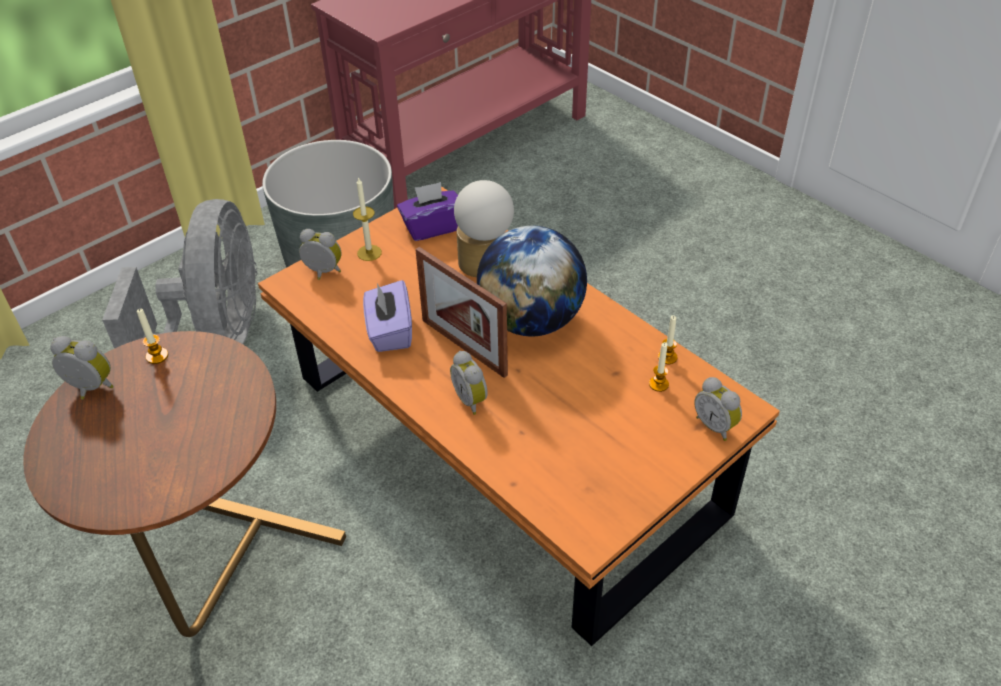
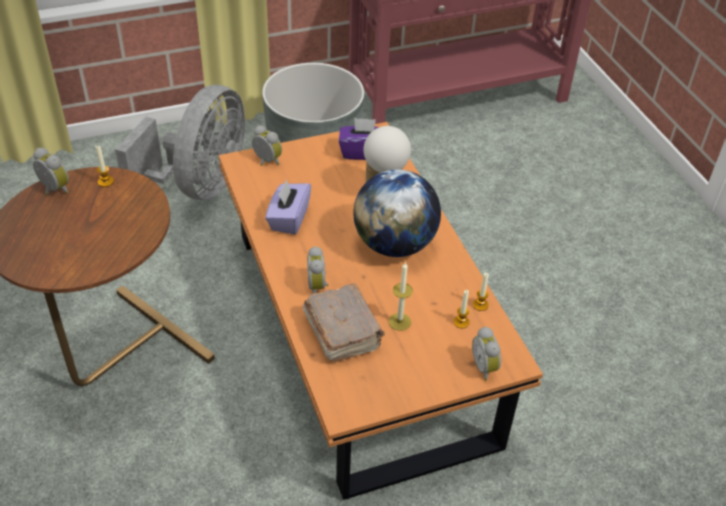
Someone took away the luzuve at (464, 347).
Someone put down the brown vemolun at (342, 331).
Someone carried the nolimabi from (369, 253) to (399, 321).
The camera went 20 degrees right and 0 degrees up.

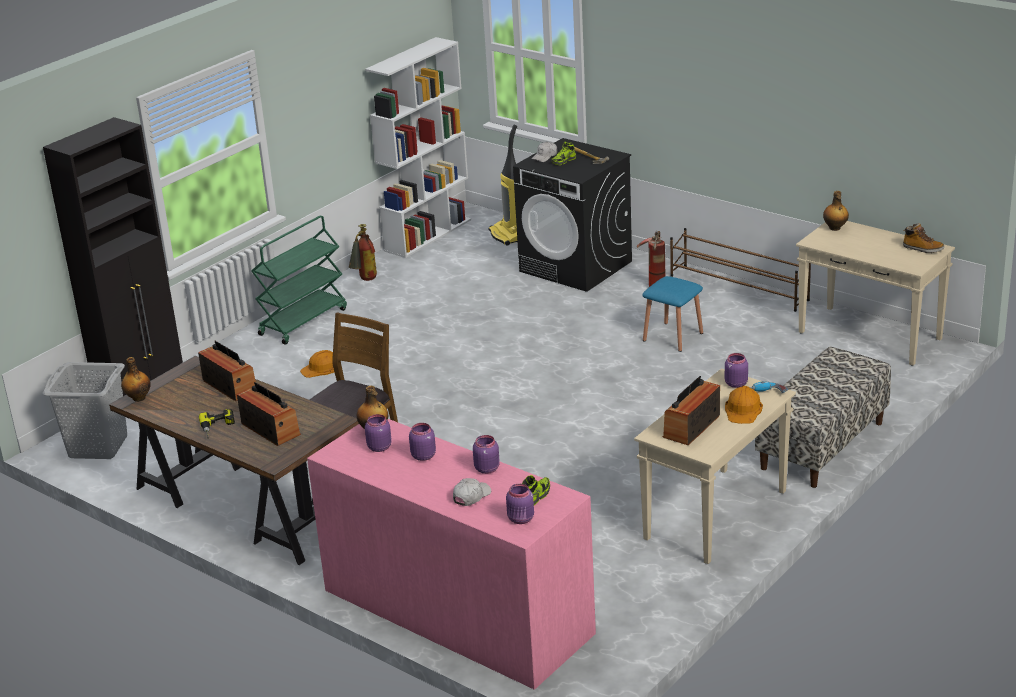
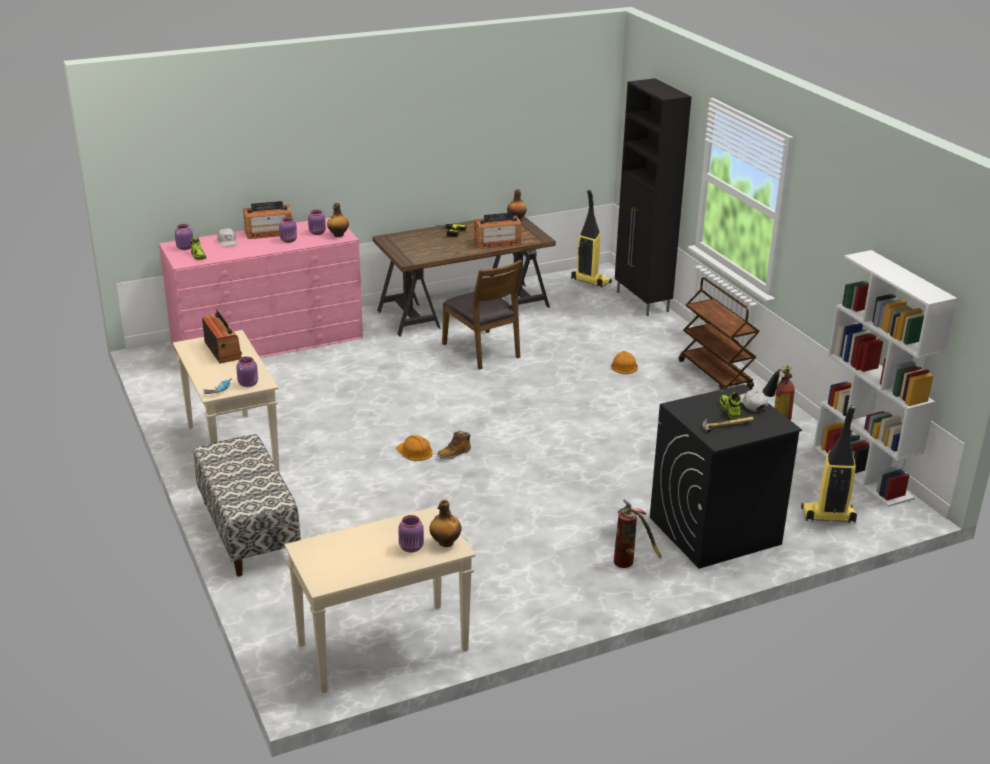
Someone took away the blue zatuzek at (673, 337).
Someone took away the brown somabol at (739, 288).
Someone carried the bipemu from (271, 429) to (268, 233).
Someone carried the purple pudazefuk from (487, 468) to (411, 548).
Someone carried the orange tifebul from (743, 410) to (414, 451).
Someone carried the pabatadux from (922, 249) to (454, 454).
Someone swapped the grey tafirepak at (98, 447) for the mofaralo at (590, 281).
Someone repainted the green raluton at (303, 321), which became the brown raluton at (715, 375).
The camera went 115 degrees right and 0 degrees up.

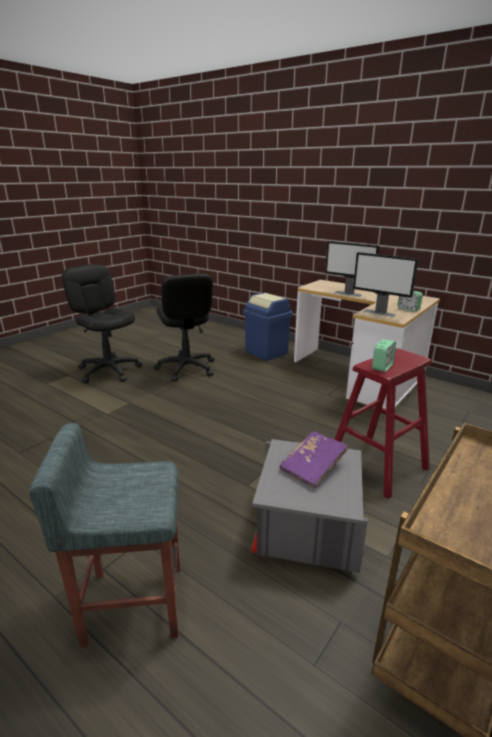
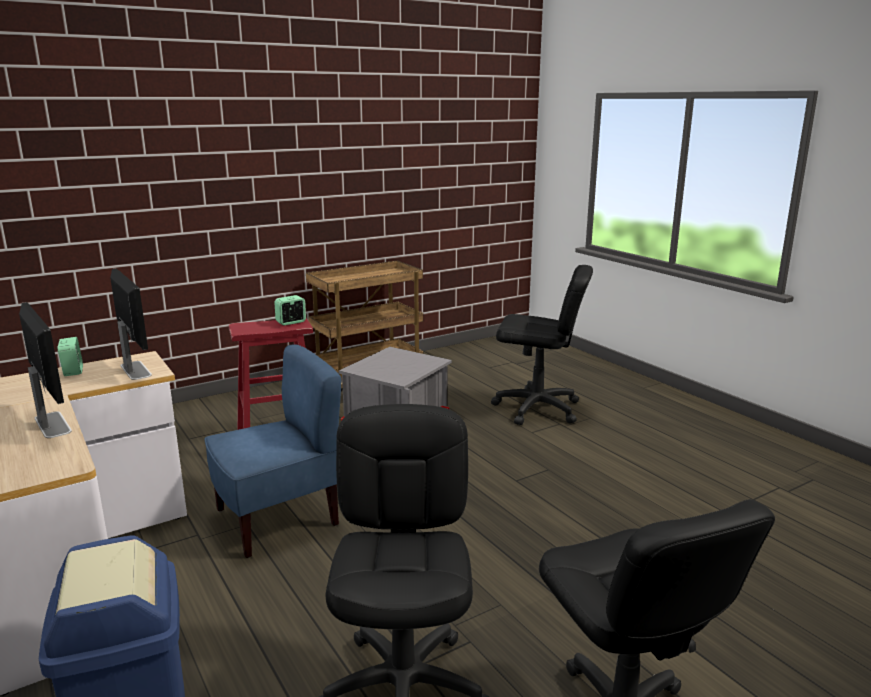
Someone took away the purple vemolun at (313, 467).
Someone put down the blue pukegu at (278, 519).
Someone swapped the grey zatuzek at (132, 603) for the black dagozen at (537, 408).
The camera went 160 degrees left and 5 degrees down.

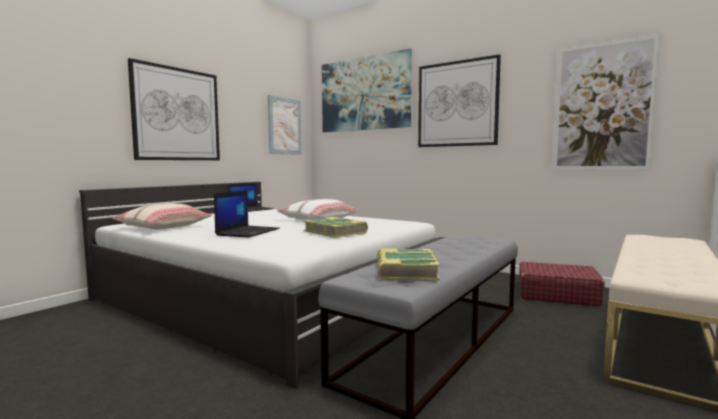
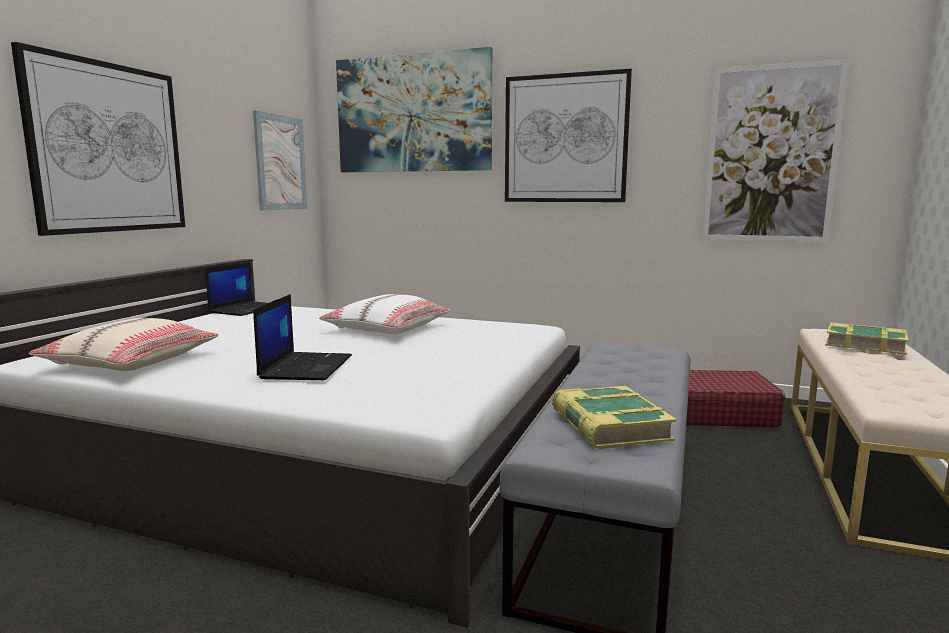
Someone carried the vemolun from (335, 232) to (865, 345).
The camera went 15 degrees left and 5 degrees up.

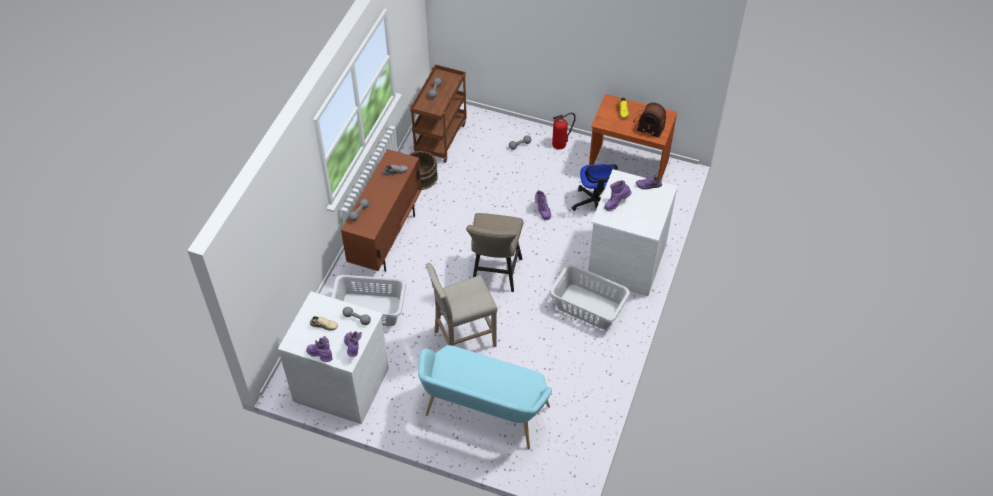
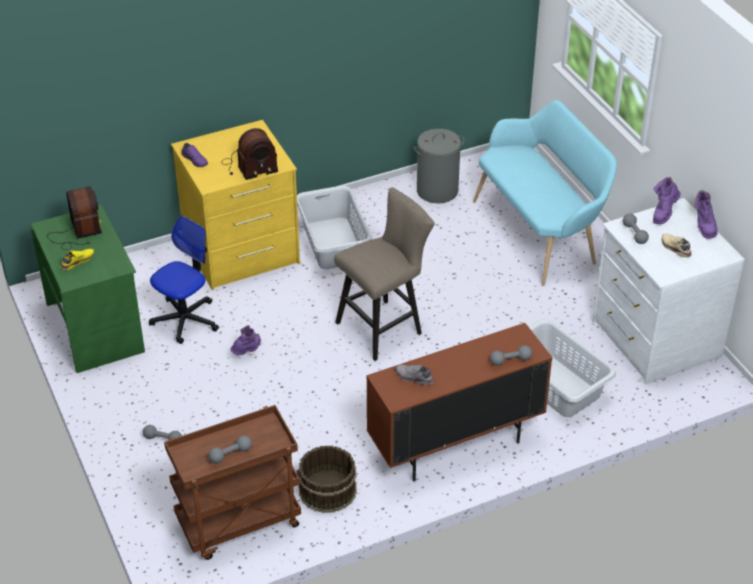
Someone took away the beige zatuzek at (463, 338).
Someone took away the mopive at (560, 143).
Someone put down the grey tafirepak at (437, 190).
Someone swapped the purple pabatadux at (616, 203) for the bipemu at (249, 166).
Someone repainted the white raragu at (625, 261), which became the yellow raragu at (241, 253).
Someone repainted the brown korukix at (628, 168), which became the green korukix at (96, 327).
The camera went 135 degrees left and 10 degrees down.

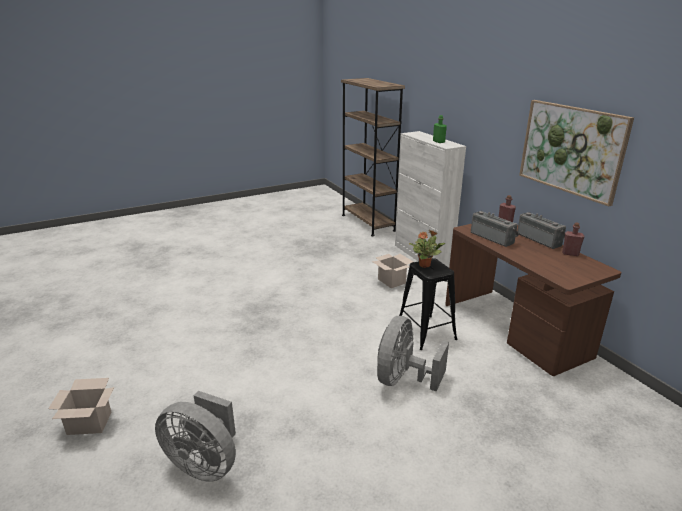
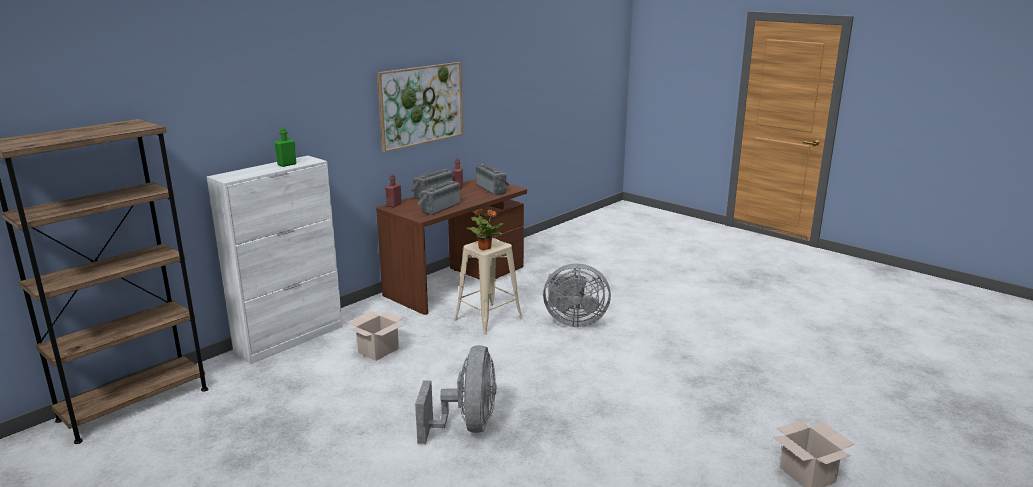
Someone put down the bipemu at (493, 189).
Someone carried the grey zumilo from (205, 464) to (467, 426).
Someone repainted the black zatuzek at (425, 332), which became the beige zatuzek at (488, 319).
The camera went 110 degrees left and 5 degrees down.

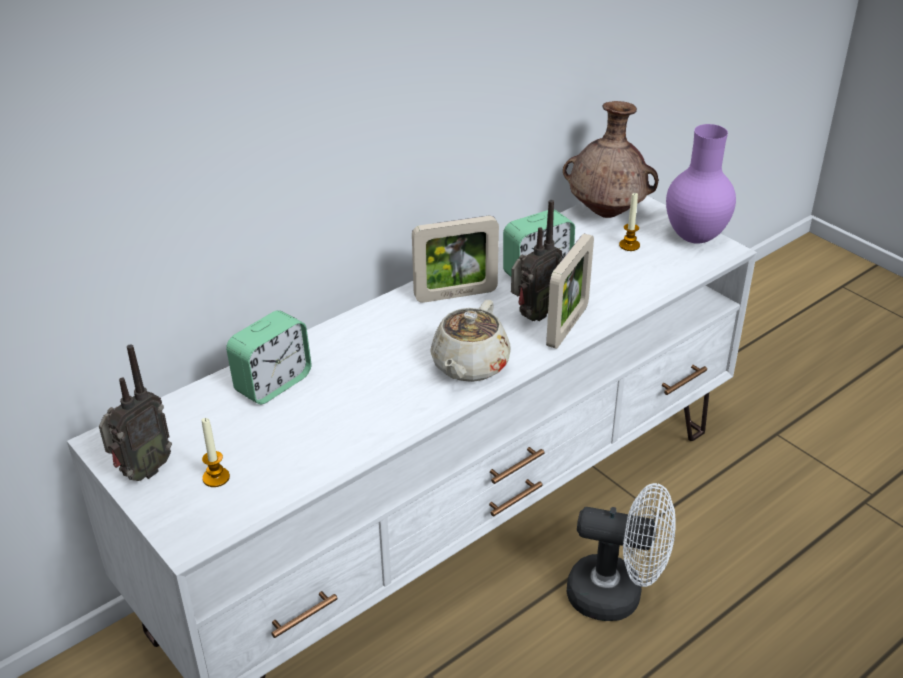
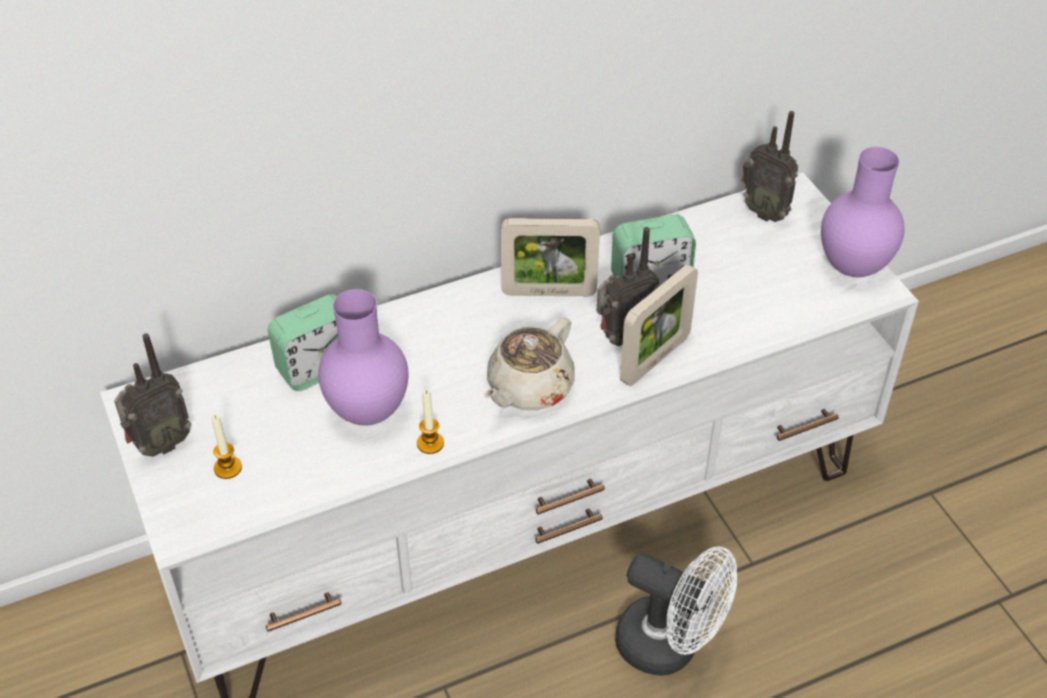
Someone put down the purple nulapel at (368, 410).
Someone carried the nolimabi from (629, 245) to (430, 443).
Someone swapped the brown nulapel at (607, 213) for the bipemu at (765, 212).
The camera went 15 degrees right and 10 degrees up.

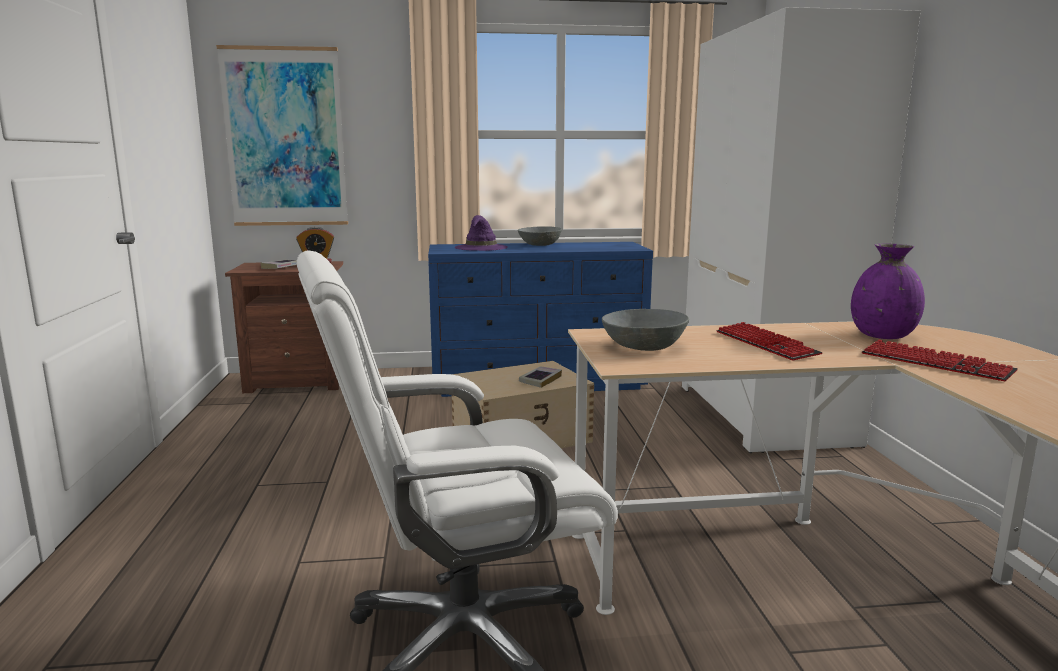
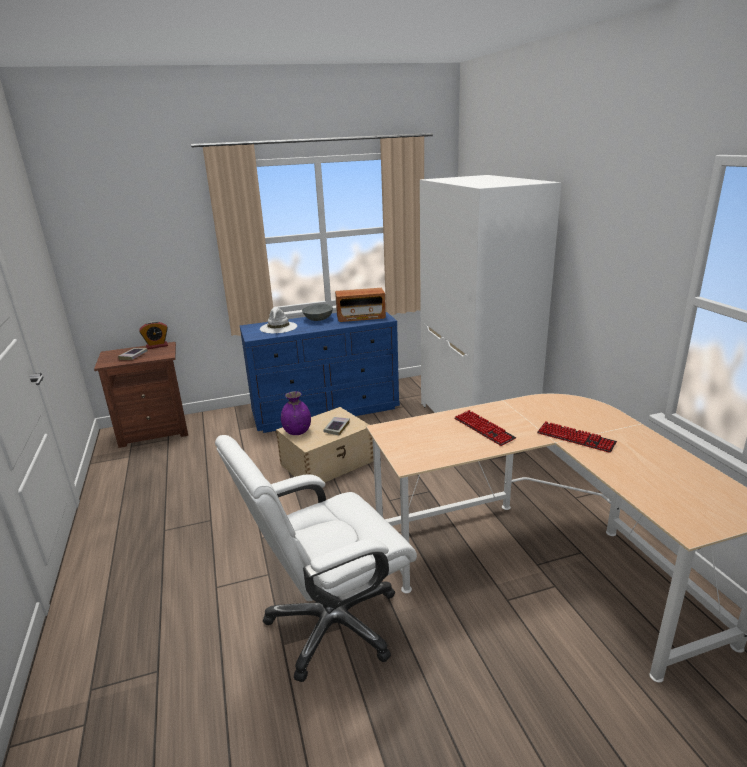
Someone took away the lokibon at (285, 138).
Someone took away the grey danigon at (644, 347).
Someone put down the bipemu at (361, 317).
Someone carried the purple nulapel from (883, 336) to (297, 432).
Someone repainted the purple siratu at (481, 247), which became the white siratu at (278, 327).
The camera went 10 degrees left and 10 degrees up.

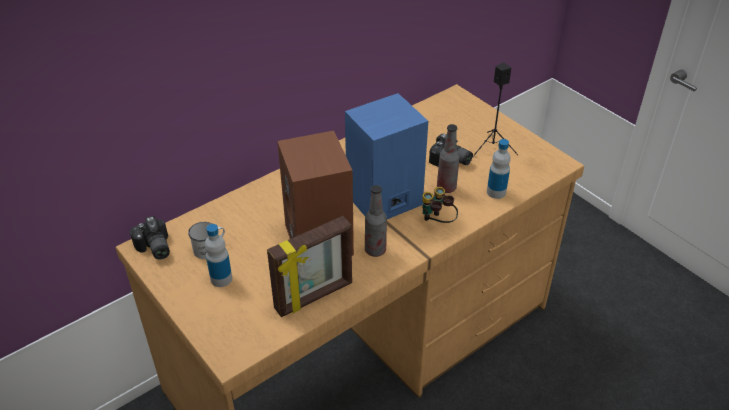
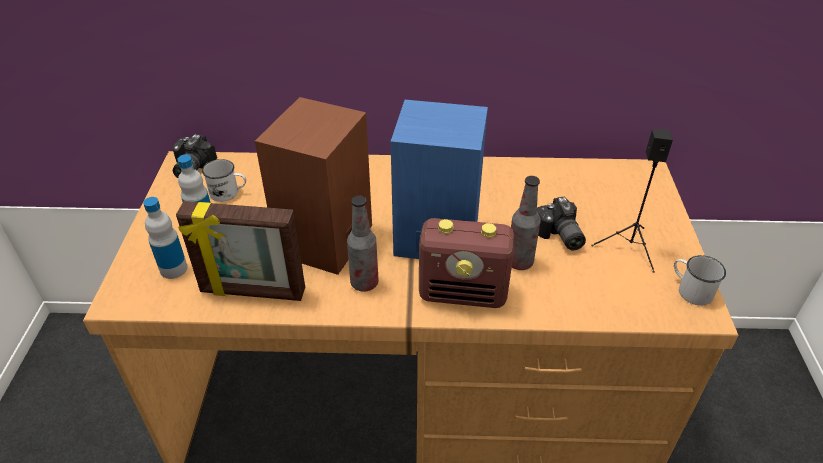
Someone put down the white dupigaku at (690, 290).
Someone carried the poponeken from (496, 192) to (173, 269).
Someone swapped the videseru at (437, 222) for the bipemu at (463, 293).
The camera went 40 degrees right and 0 degrees up.

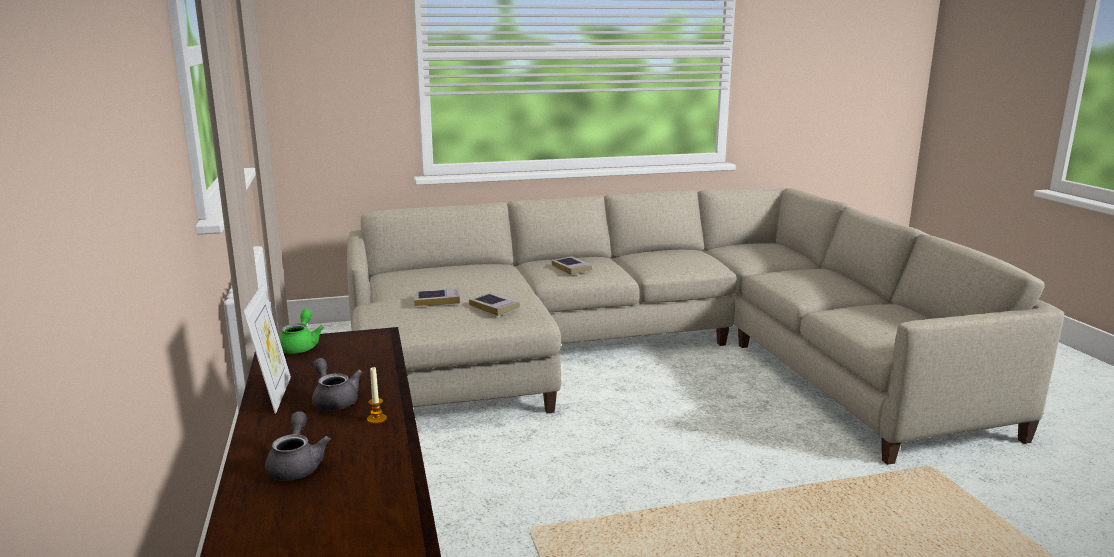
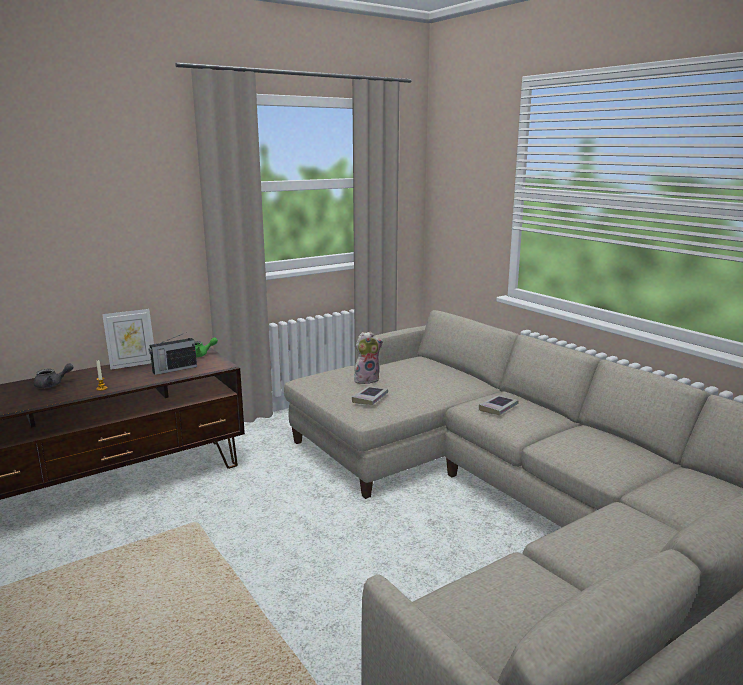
Someone took away the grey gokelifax at (334, 400).
Someone put down the bipemu at (174, 369).
Someone swapped the vemolun at (437, 300) for the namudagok at (367, 380).
The camera went 70 degrees right and 0 degrees up.

